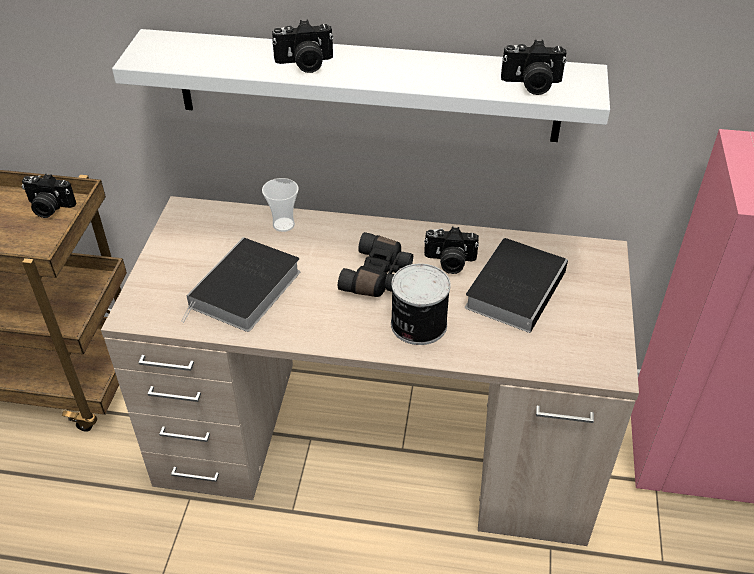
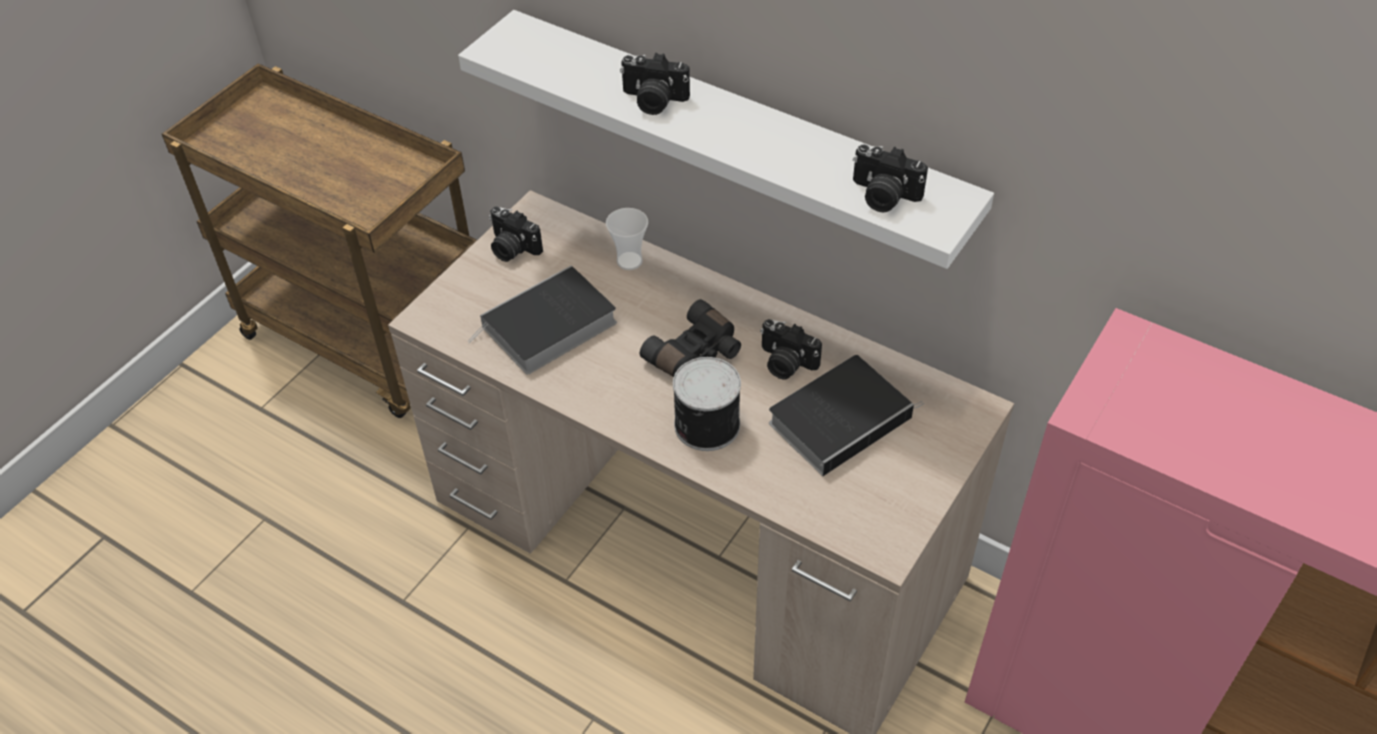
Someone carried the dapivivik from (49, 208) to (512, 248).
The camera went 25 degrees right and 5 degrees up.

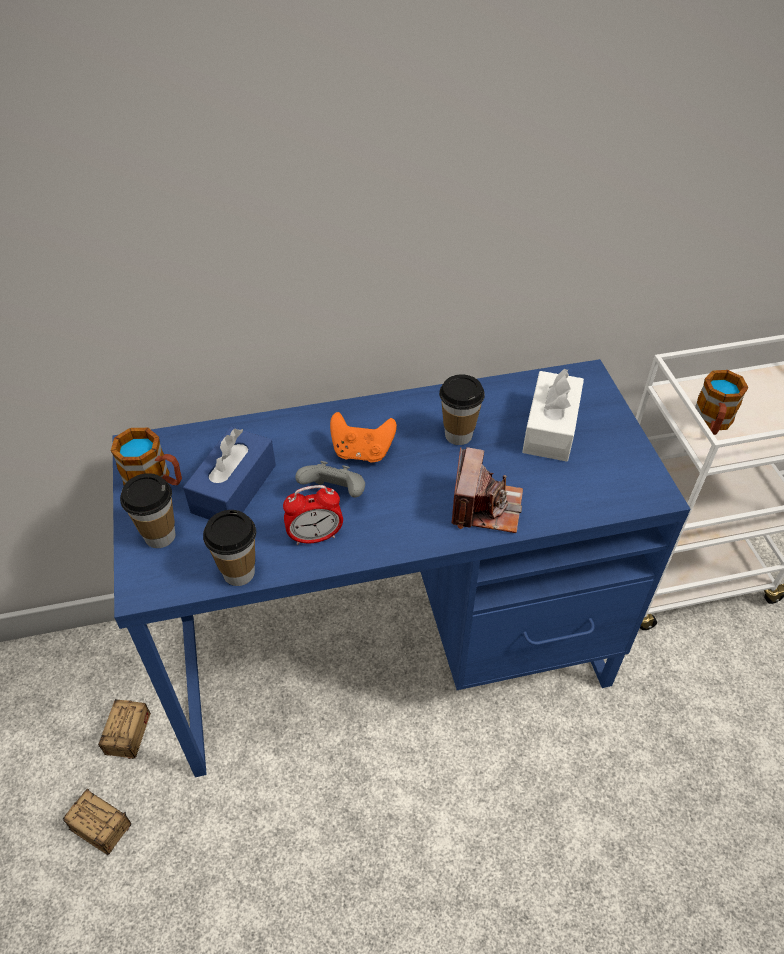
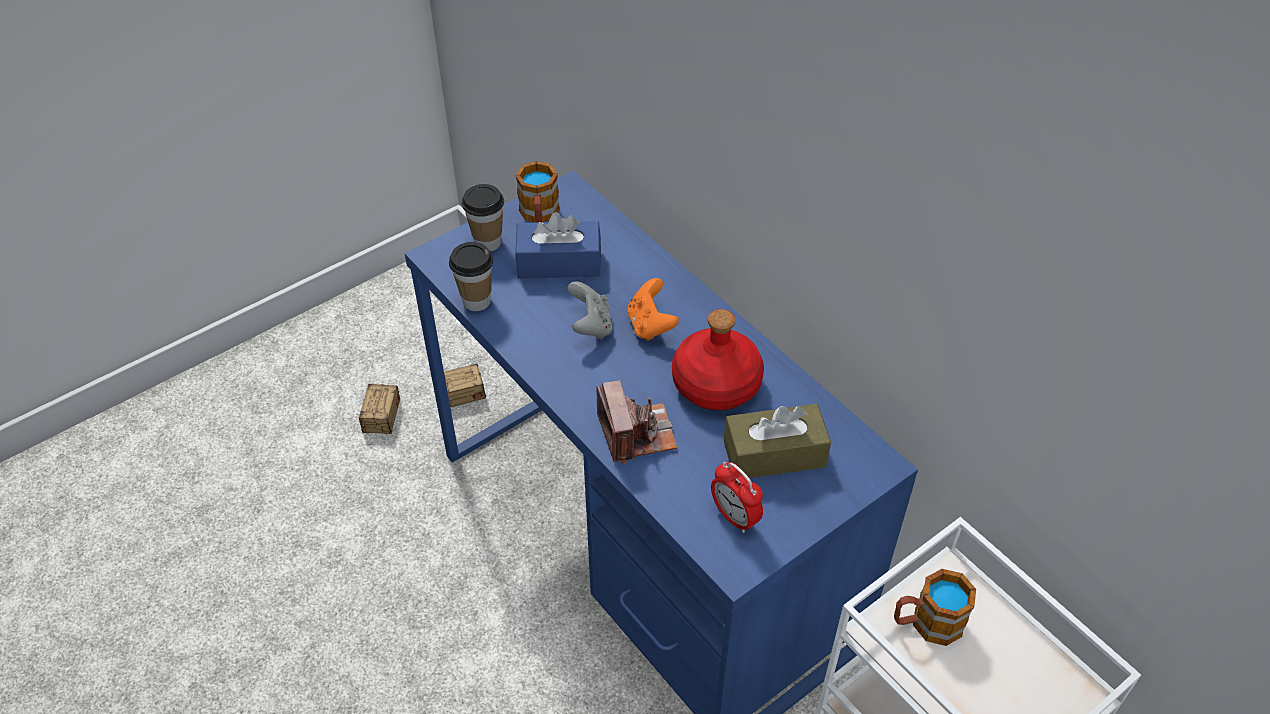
Someone carried the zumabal from (315, 537) to (734, 517).
Someone swapped the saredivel at (458, 435) for the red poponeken at (716, 385).
Someone repainted the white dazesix at (550, 428), which became the brown dazesix at (774, 454).
Someone rotated the dapivivik at (485, 507) by 90 degrees counterclockwise.
The camera went 65 degrees right and 0 degrees up.

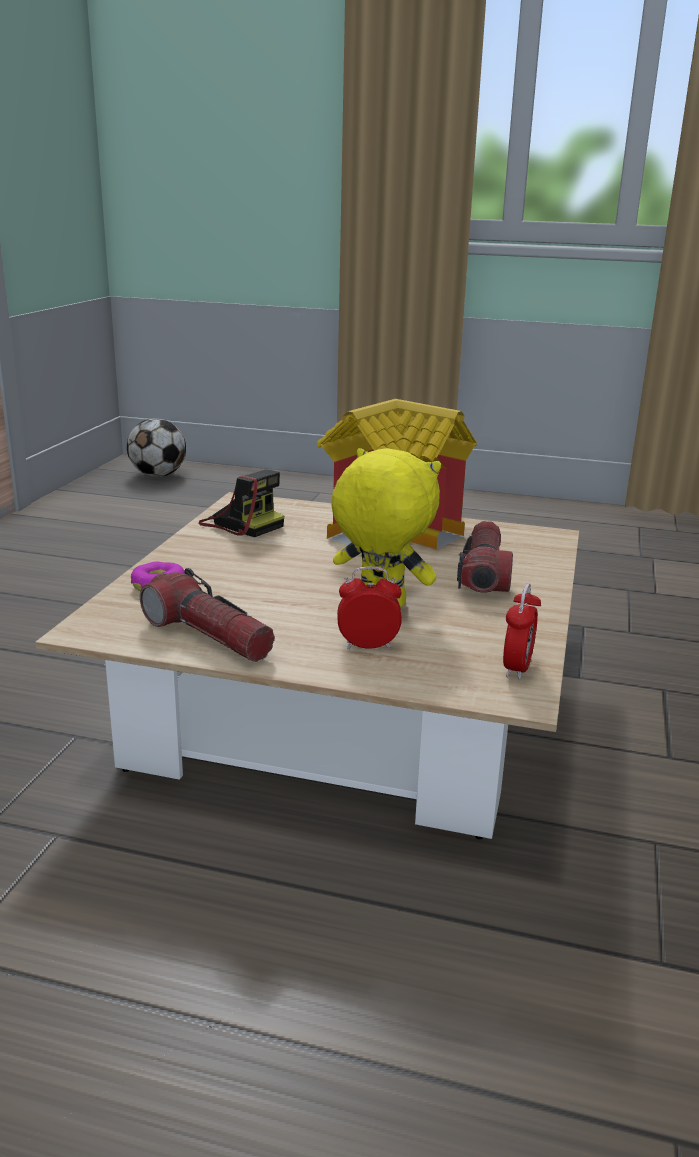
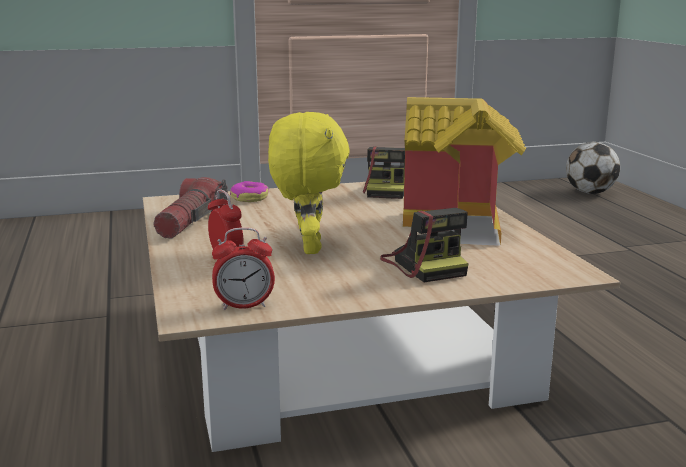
Someone swapped the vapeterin at (483, 573) for the dapivivik at (425, 265).
The camera went 60 degrees right and 5 degrees down.

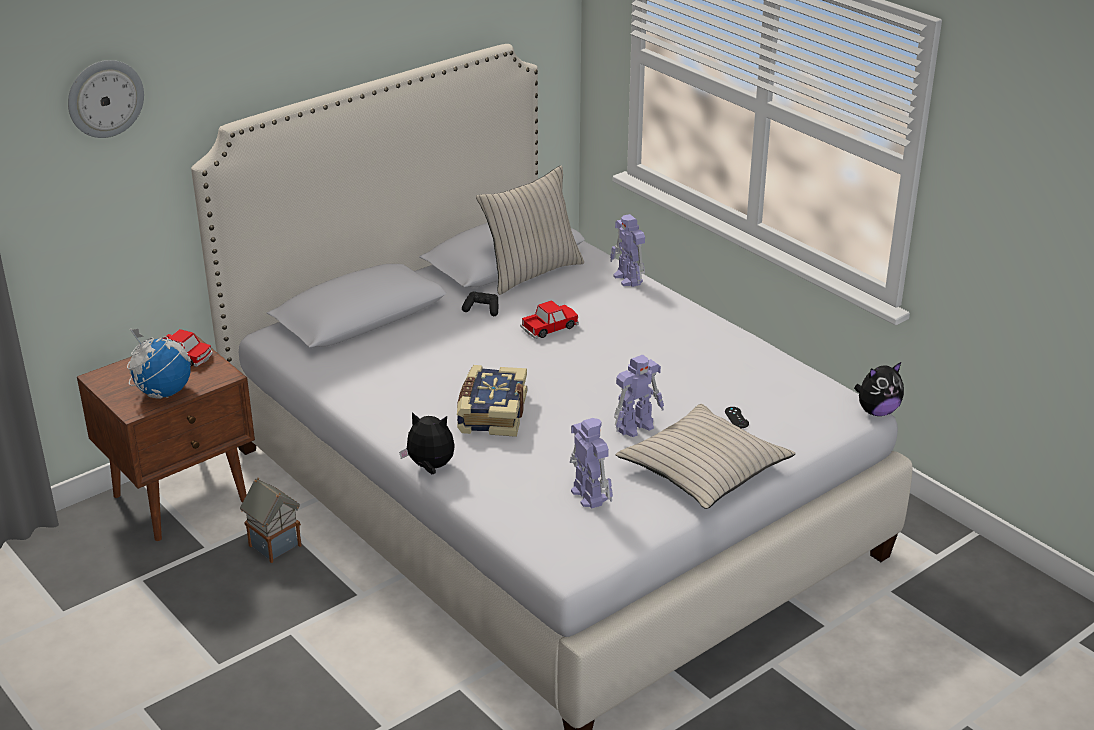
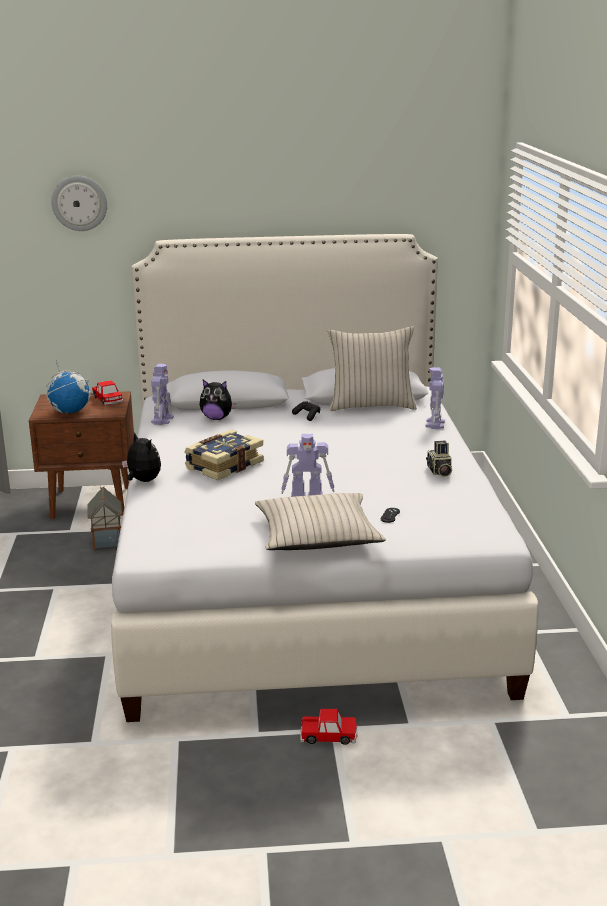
Someone put down the dapivivik at (439, 472).
Someone carried the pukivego from (550, 327) to (328, 736).
Someone carried the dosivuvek from (588, 494) to (162, 419).
Someone carried the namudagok from (877, 411) to (217, 418).
The camera went 35 degrees right and 10 degrees down.

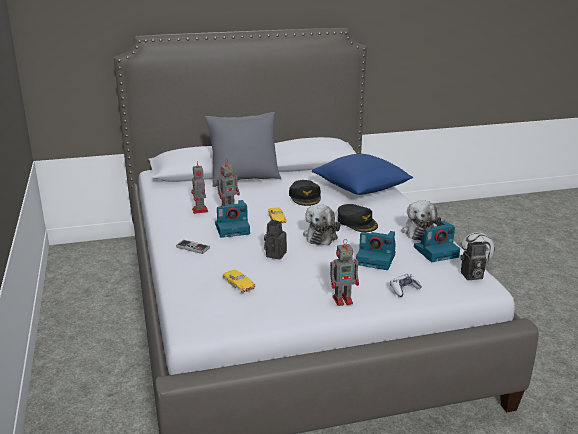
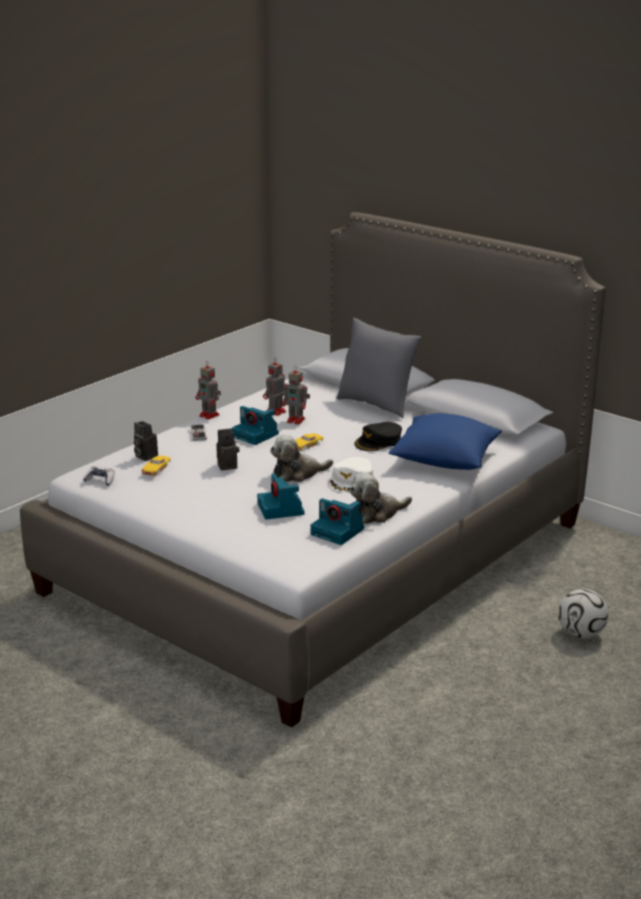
Someone carried the dosivuvek from (343, 300) to (210, 415).
Someone carried the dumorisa from (404, 289) to (100, 480).
Someone carried the dapivivik from (471, 276) to (144, 456).
Someone repainted the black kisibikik at (357, 222), which became the white kisibikik at (352, 480).
The camera went 55 degrees right and 0 degrees up.

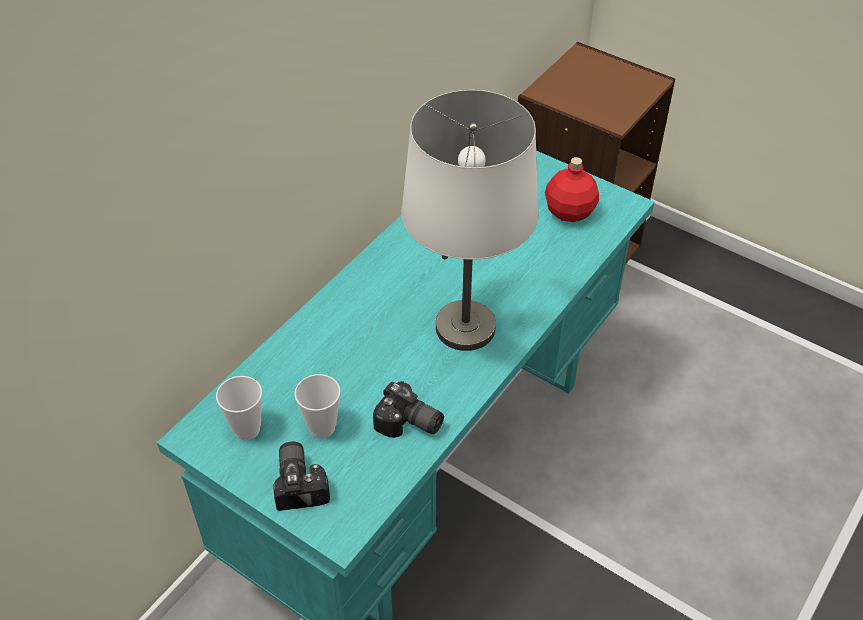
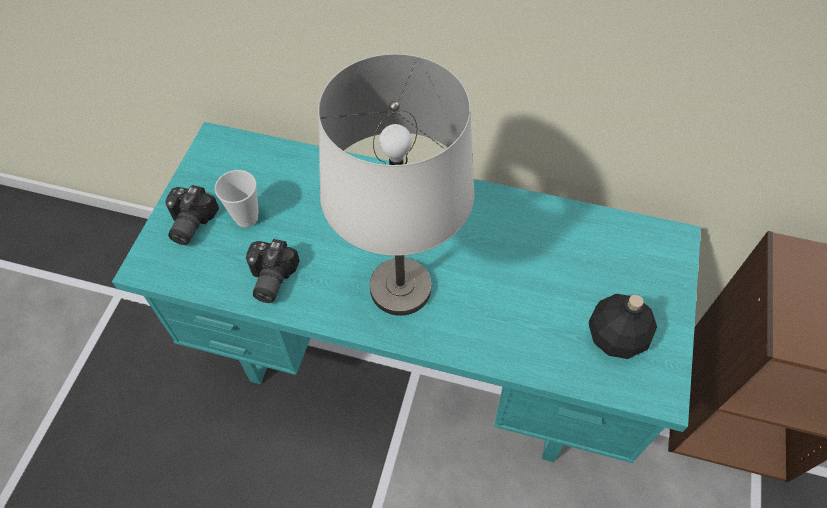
Someone took away the saredivel at (247, 429).
Someone repainted the red poponeken at (569, 212), which became the black poponeken at (614, 338).
Someone rotated the dapivivik at (301, 482) by 135 degrees clockwise.
The camera went 70 degrees right and 10 degrees up.

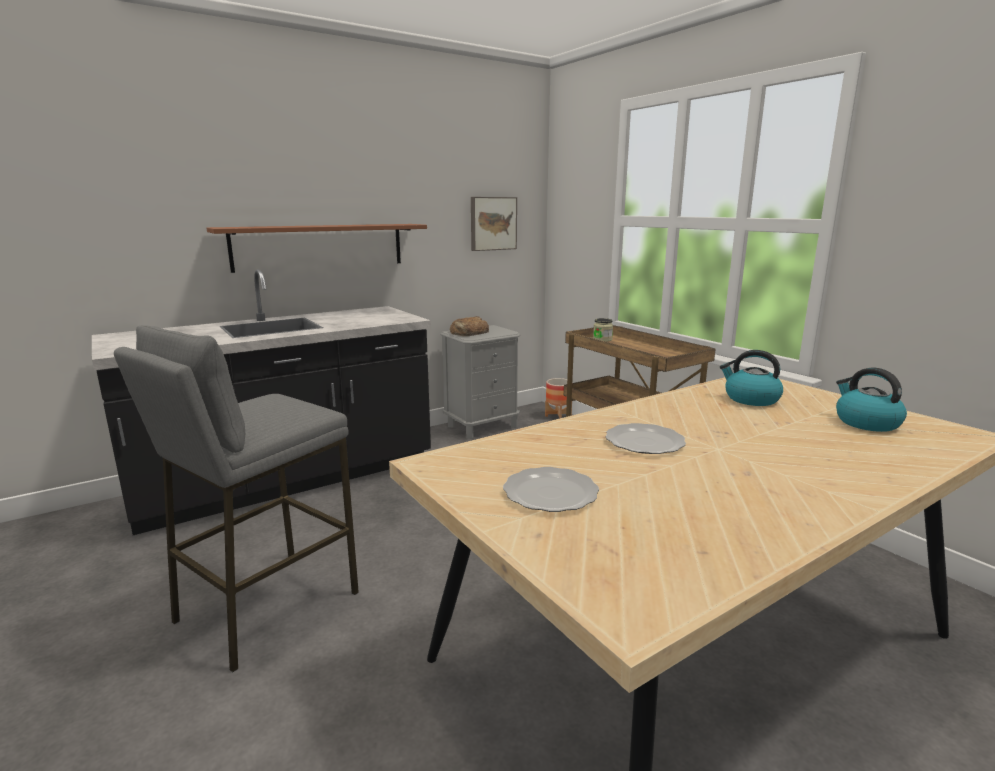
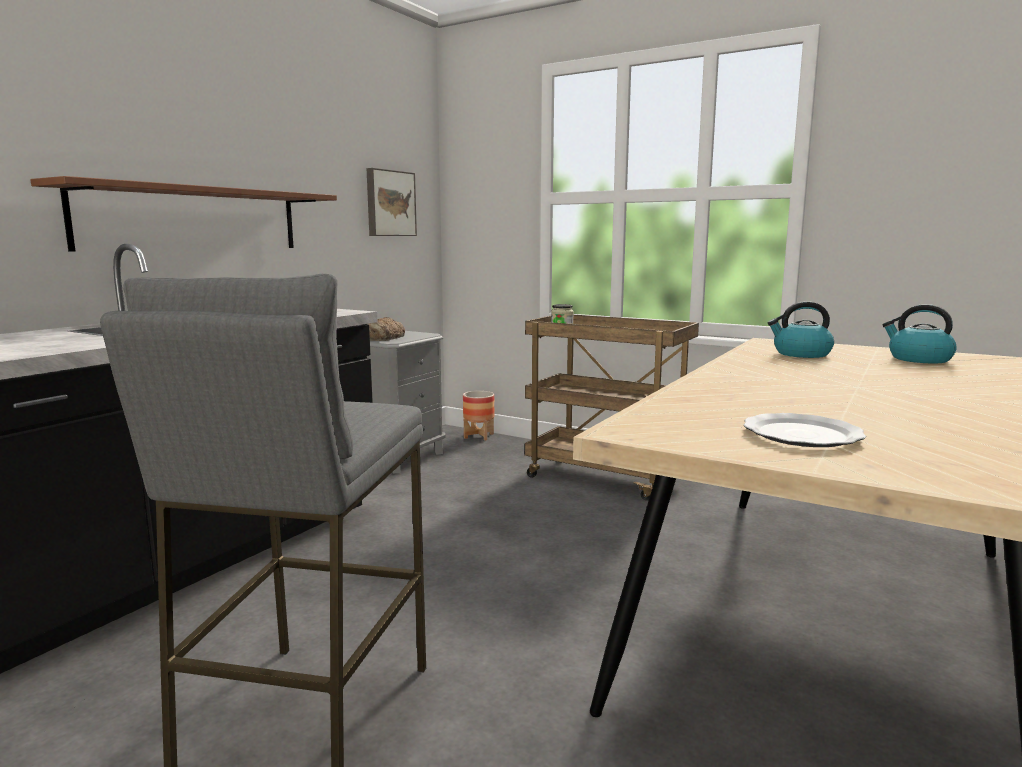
Someone took away the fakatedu at (644, 442).
The camera went 25 degrees left and 5 degrees down.

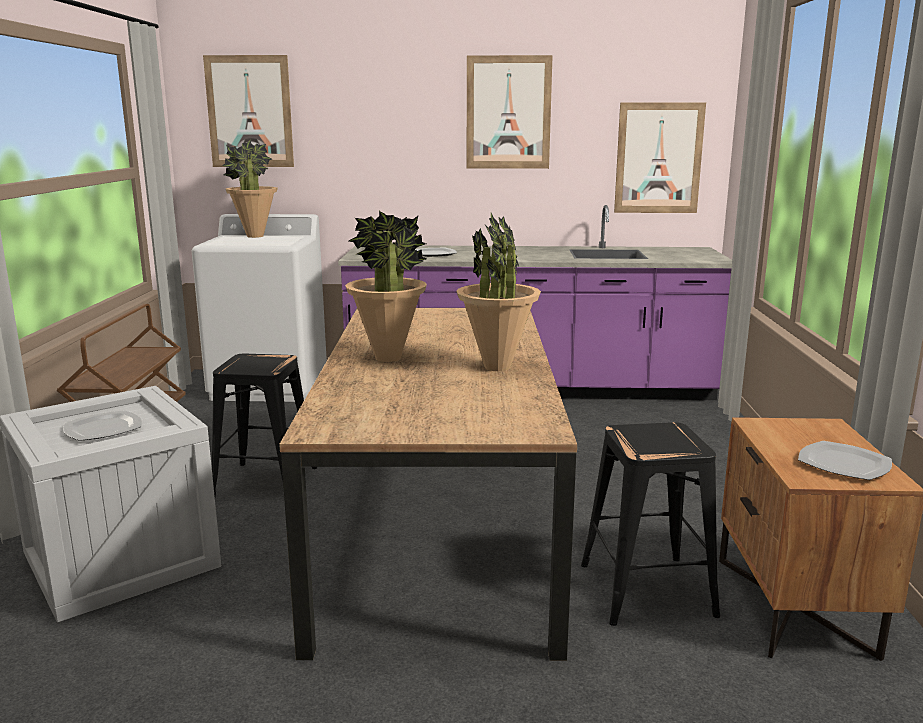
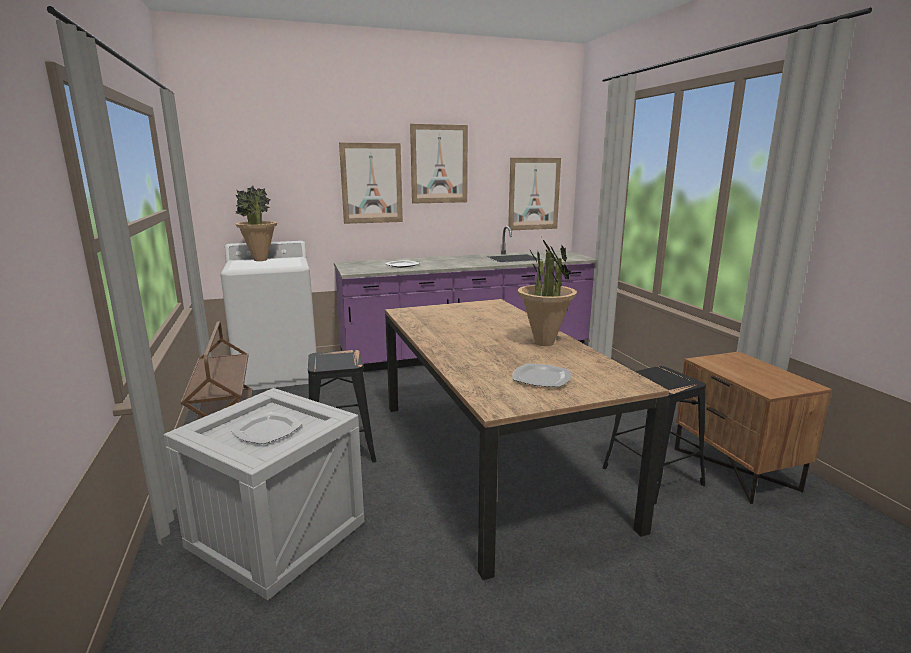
Someone took away the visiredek at (388, 358).
Someone carried the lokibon from (249, 112) to (371, 183).
Someone carried the fakatedu from (844, 464) to (542, 378).
The camera went 20 degrees left and 0 degrees up.

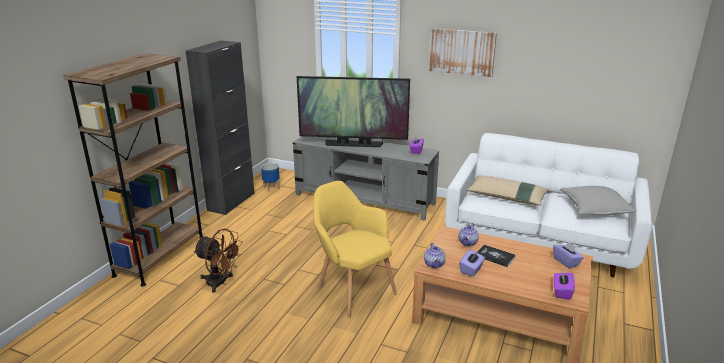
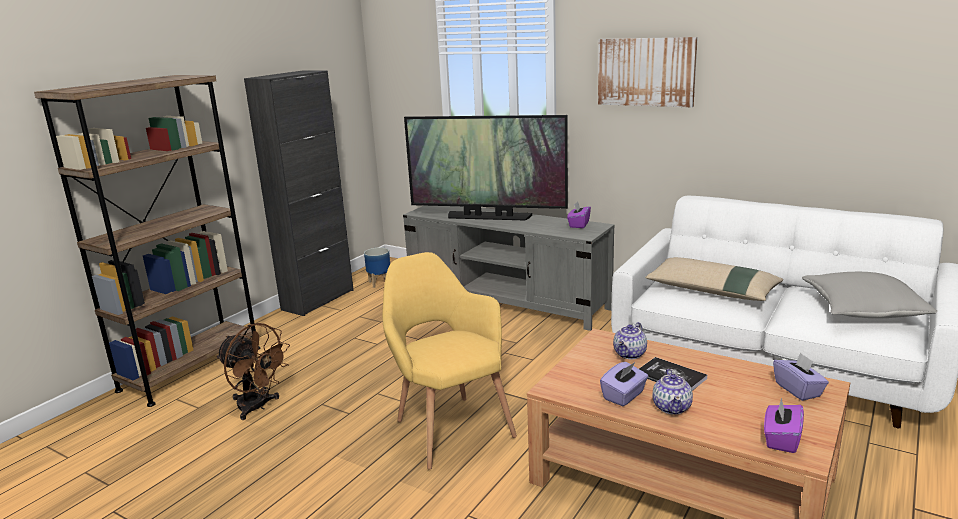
Someone carried the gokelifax from (434, 264) to (672, 407).
The camera went 10 degrees right and 5 degrees down.

